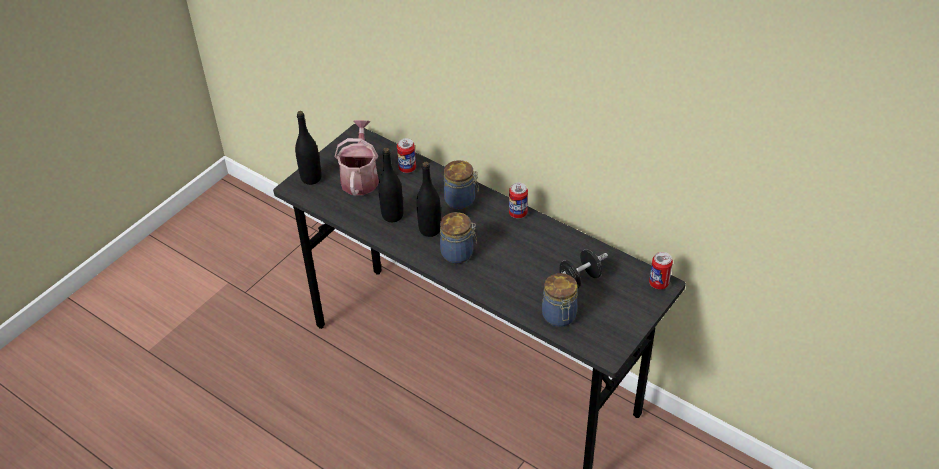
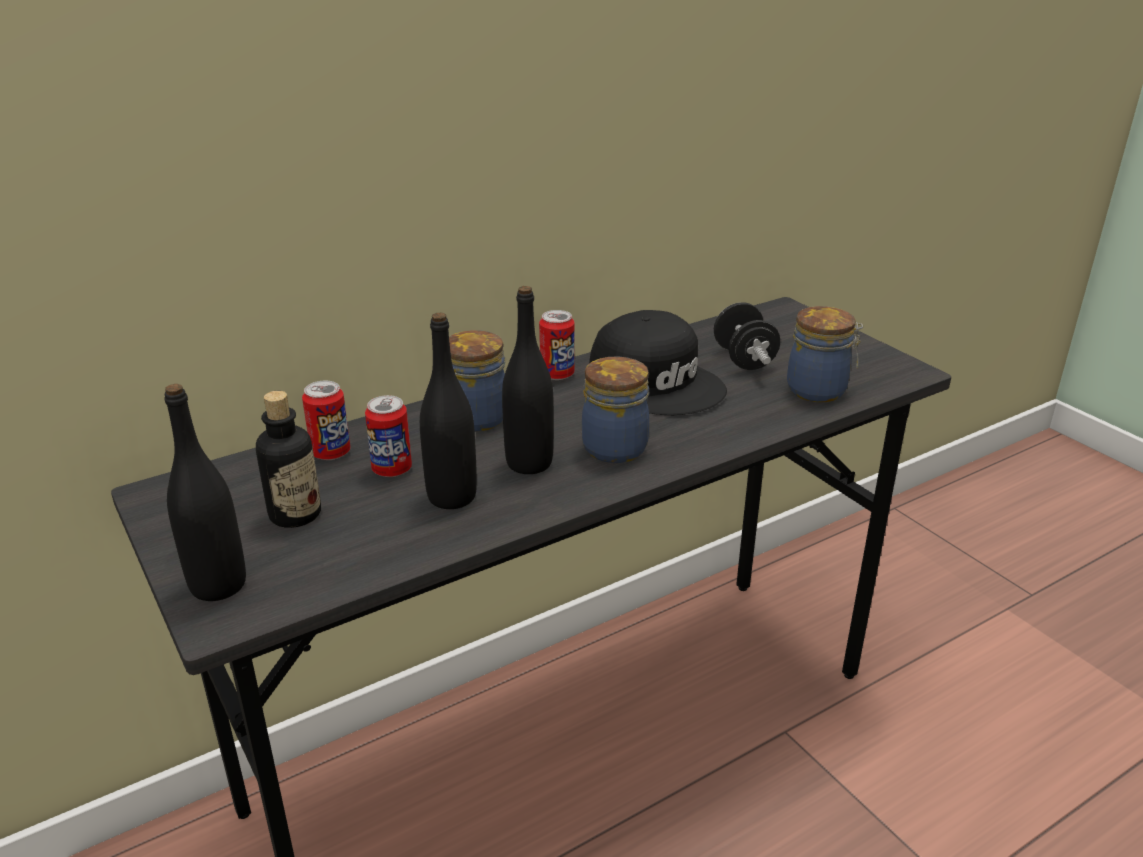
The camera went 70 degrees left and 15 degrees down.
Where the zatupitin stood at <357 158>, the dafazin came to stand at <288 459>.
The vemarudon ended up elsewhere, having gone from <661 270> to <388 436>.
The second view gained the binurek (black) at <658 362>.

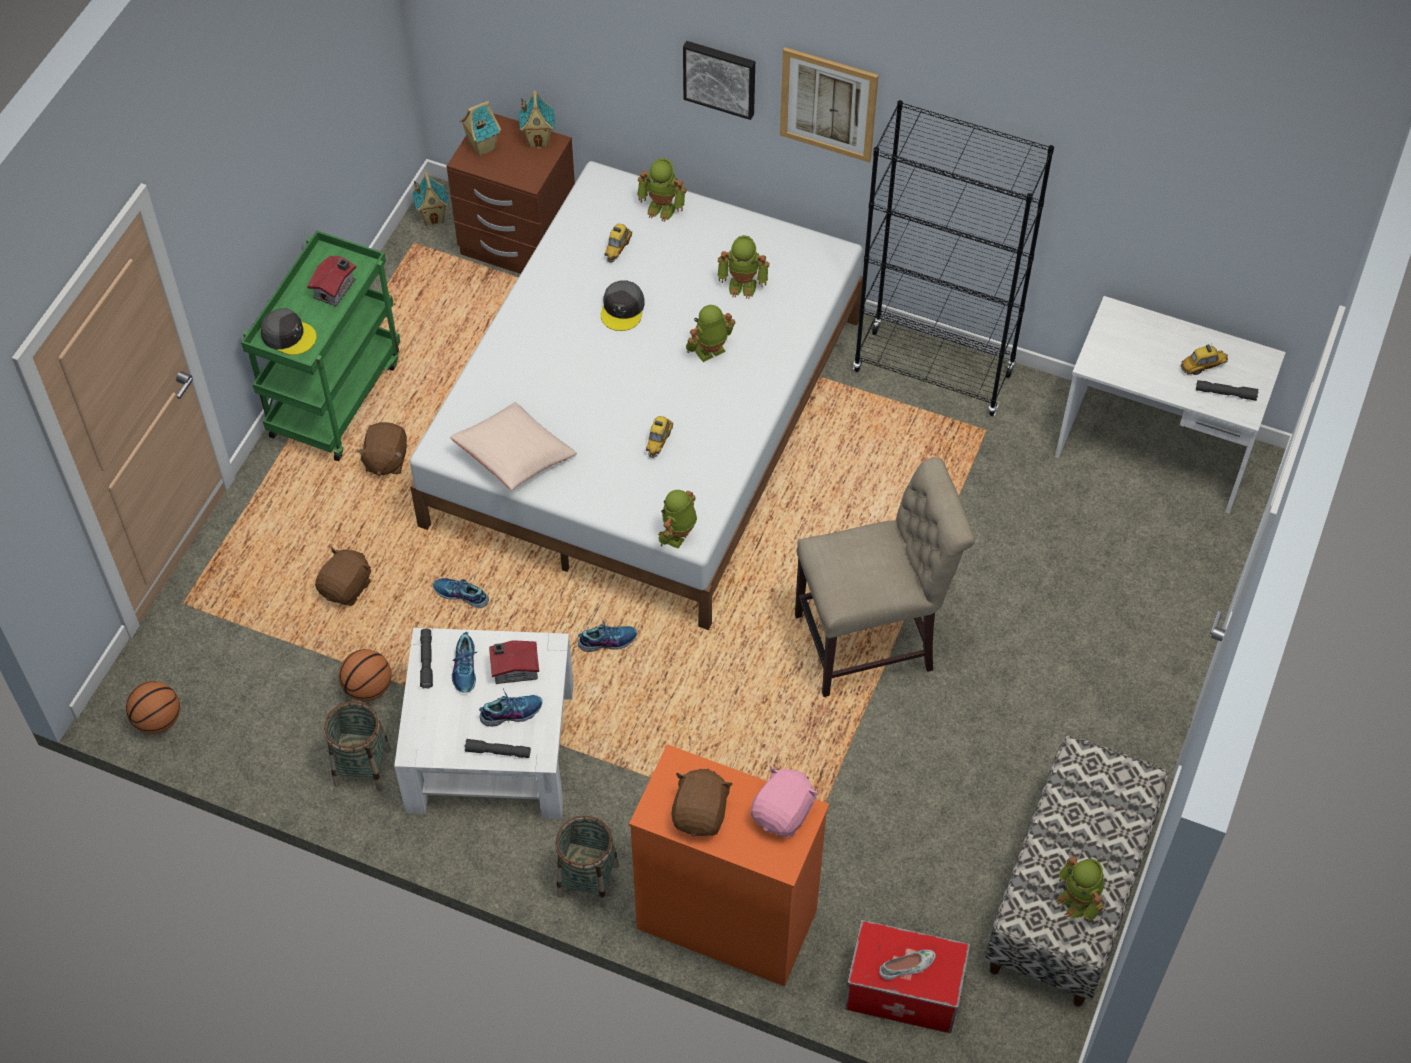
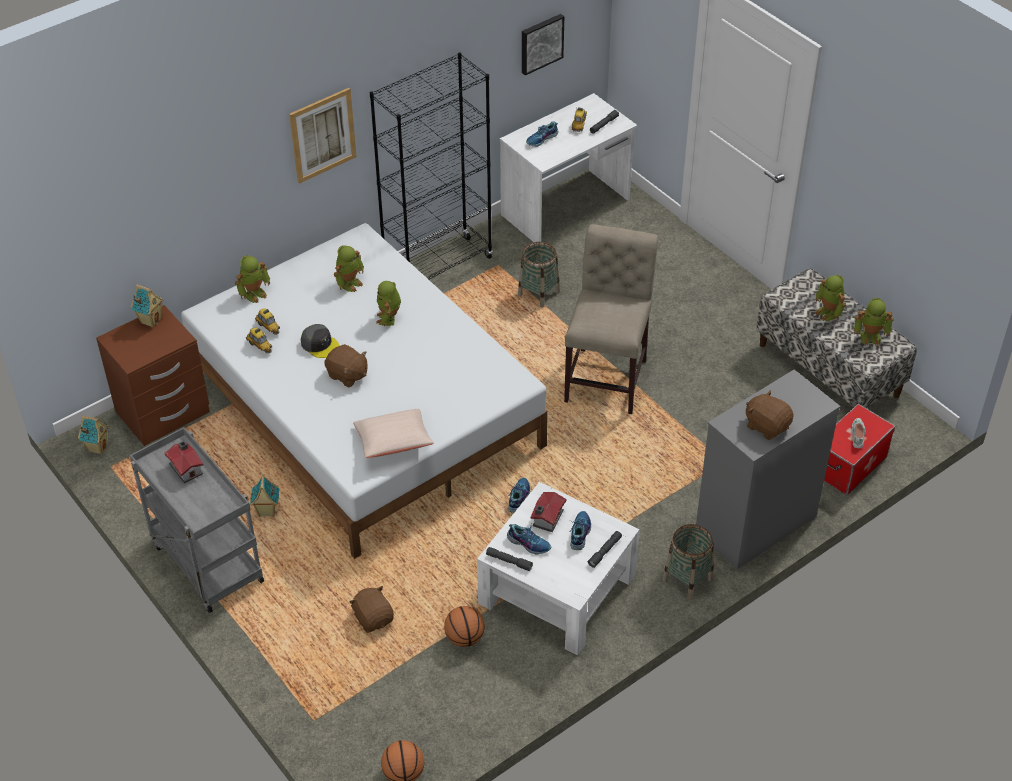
The camera went 60 degrees left and 10 degrees down.
What was the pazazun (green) at <320 345> turned into the pazazun (grey) at <197 520>.
The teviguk ended up elsewhere, having gone from <659 437> to <259 340>.
The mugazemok ended up elsewhere, having gone from <480 129> to <264 495>.
The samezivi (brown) ended up elsewhere, having gone from <382 449> to <345 365>.
The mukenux ended up elsewhere, having gone from <357 746> to <539 275>.
The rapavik ended up elsewhere, having gone from <719 80> to <543 44>.
The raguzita ended up elsewhere, having gone from <461 593> to <542 134>.
What was the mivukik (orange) at <729 865> turned into the mivukik (grey) at <768 469>.
The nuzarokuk ended up elsewhere, having gone from <677 519> to <830 298>.
The second view lost the binurek (grey) at <289 331>.
The second view lost the samezivi (pink) at <785 801>.

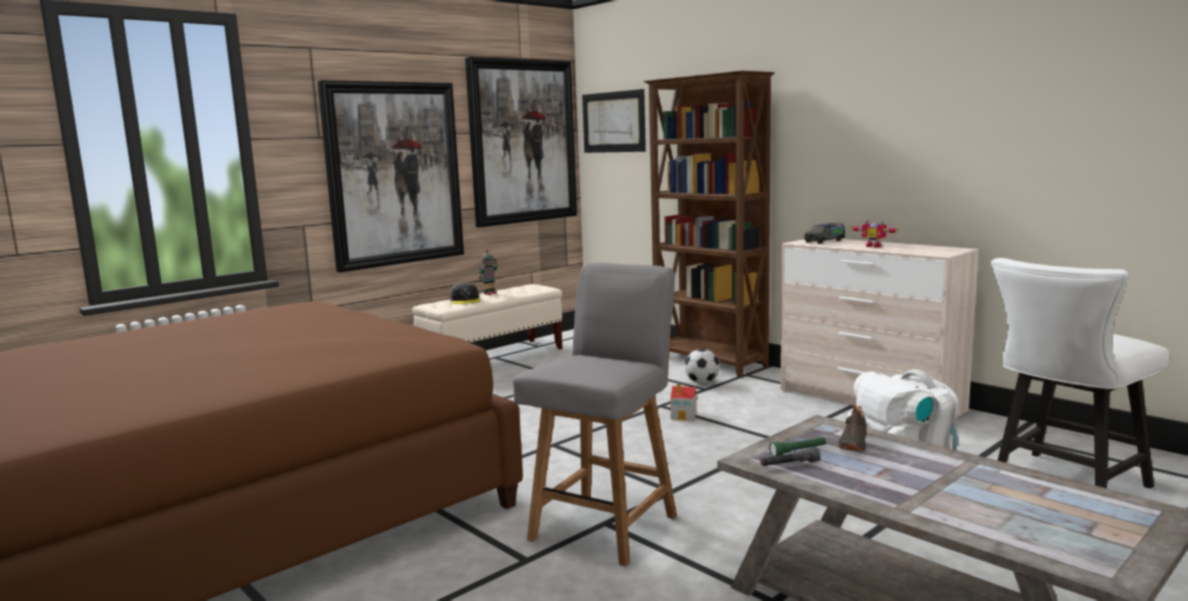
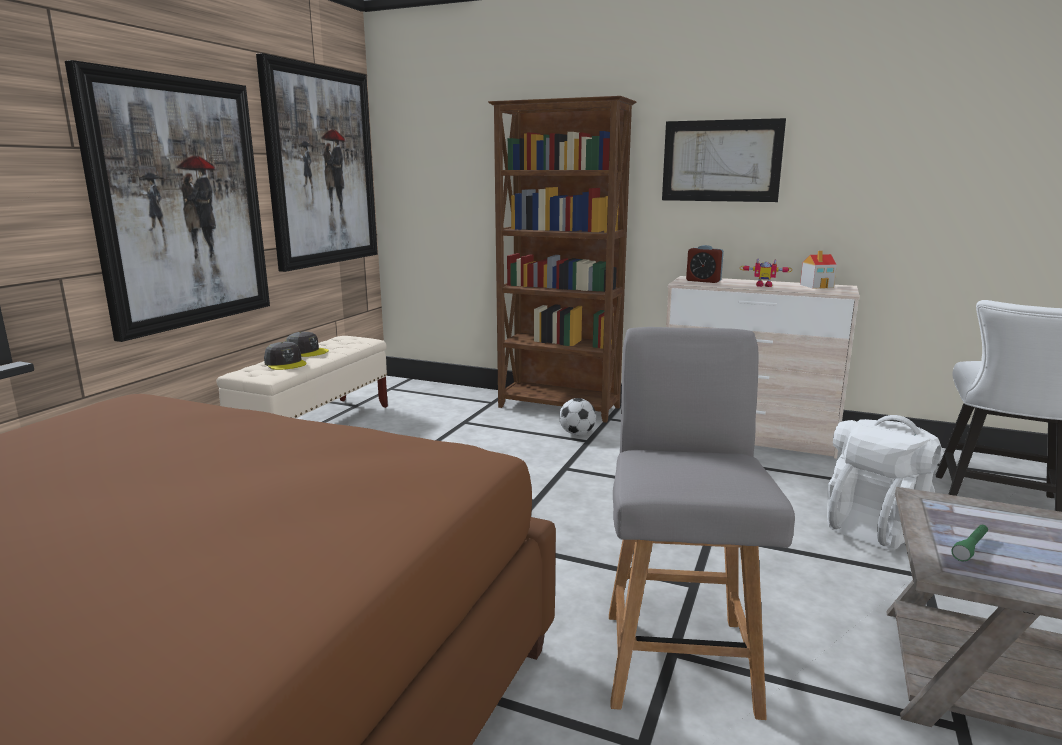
The camera went 25 degrees left and 5 degrees up.
Where the nuzarokuk stood at <488 272>, the binurek (grey) came to stand at <307 344>.
The rapavik ended up elsewhere, having gone from <614 121> to <724 160>.
Where the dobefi stood at <824 233>, the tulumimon came to stand at <705 264>.
The mugazemok ended up elsewhere, having gone from <683 402> to <818 269>.
The second view lost the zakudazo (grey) at <790 456>.
The second view lost the raguzita (black) at <853 428>.

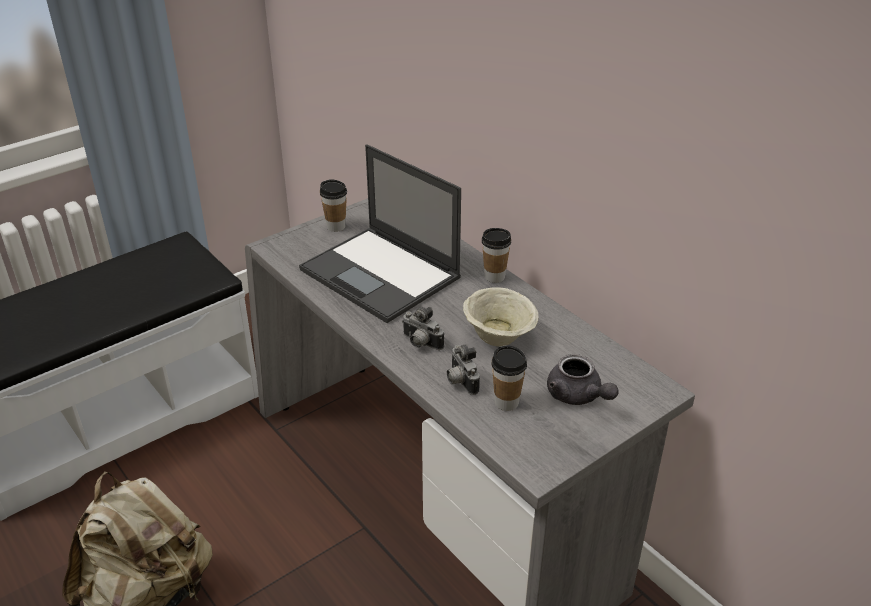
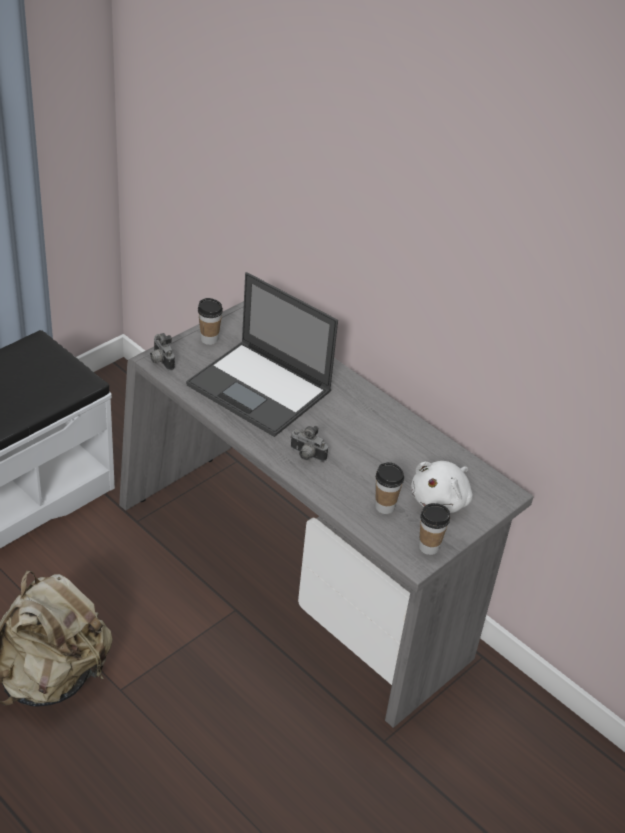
The camera went 10 degrees left and 5 degrees up.
The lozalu ended up elsewhere, having gone from <463 369> to <162 352>.
Where the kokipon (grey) stood at <583 379>, the samezivi (white) came to stand at <442 487>.
The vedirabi ended up elsewhere, having gone from <496 255> to <434 529>.
The second view lost the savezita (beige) at <501 317>.

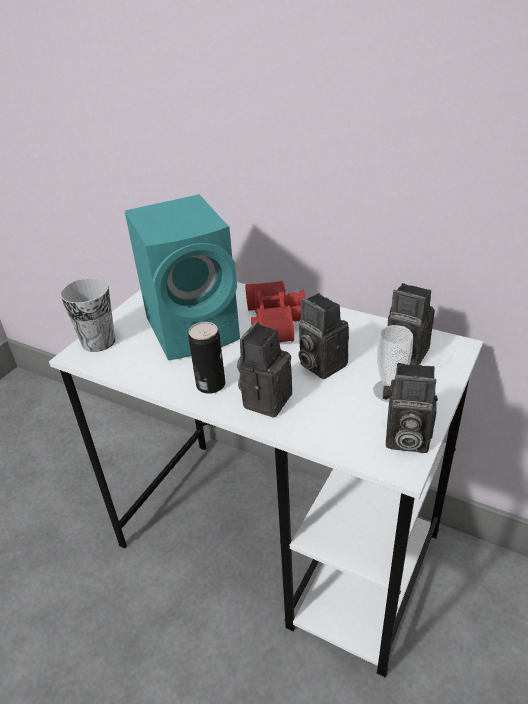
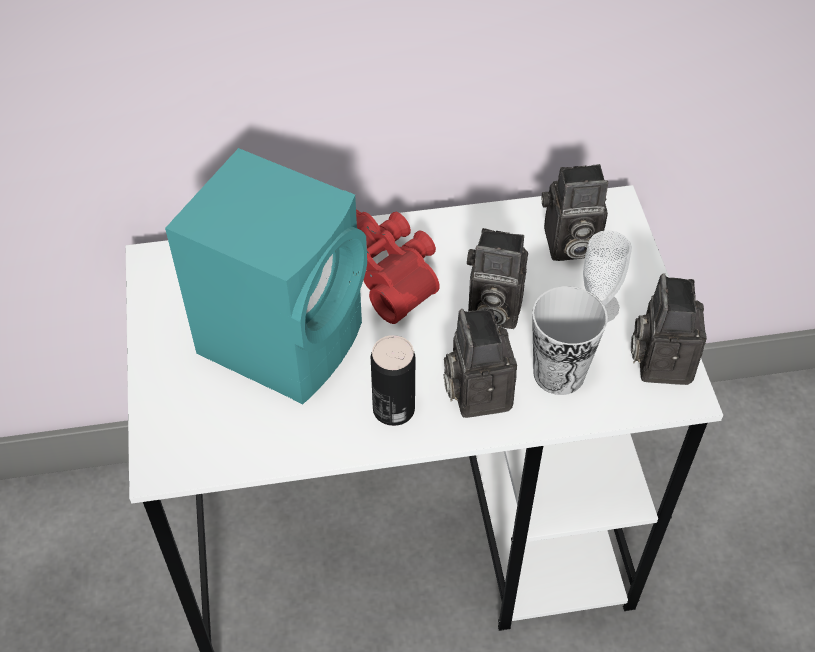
The camera went 40 degrees left and 15 degrees up.
The vedirabi ended up elsewhere, having gone from <87 315> to <570 340>.
The lozalu at <410 408> ended up facing another way, 120 degrees clockwise from before.

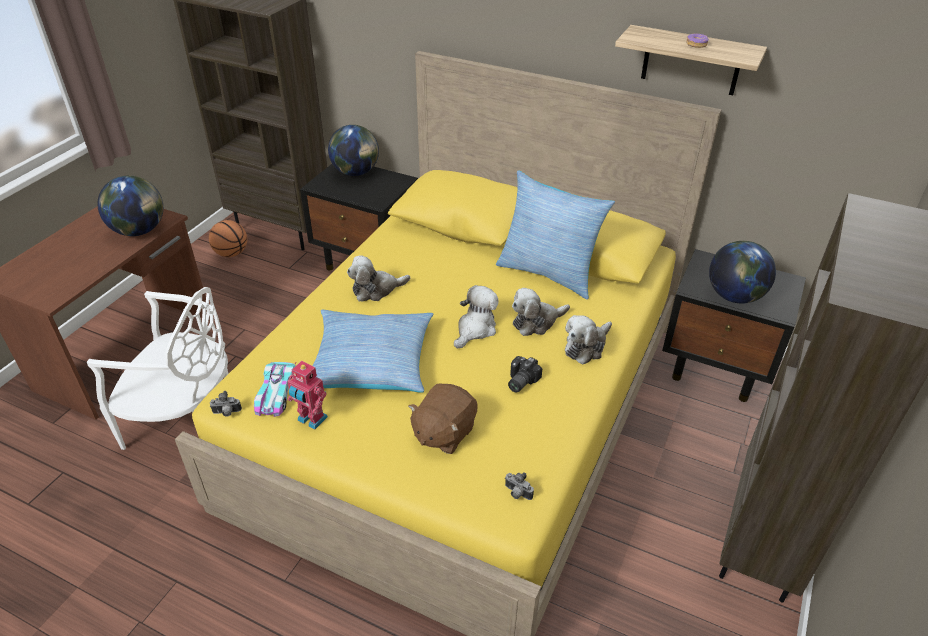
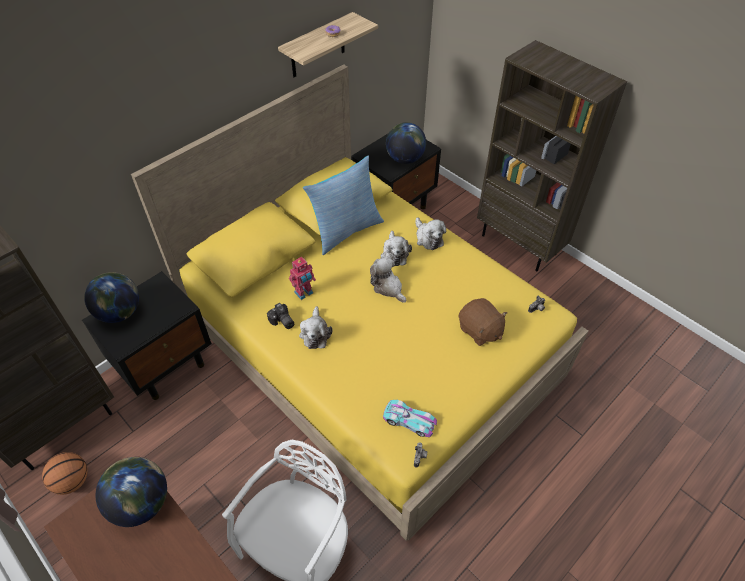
The camera went 70 degrees left and 10 degrees up.
The lozalu ended up elsewhere, having gone from <525 374> to <280 316>.
The nuzarokuk ended up elsewhere, having gone from <307 395> to <302 278>.
The second view lost the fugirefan at <373 351>.

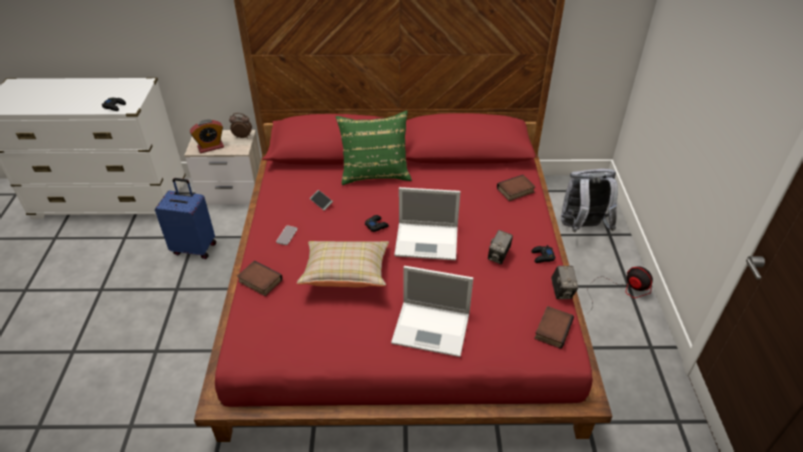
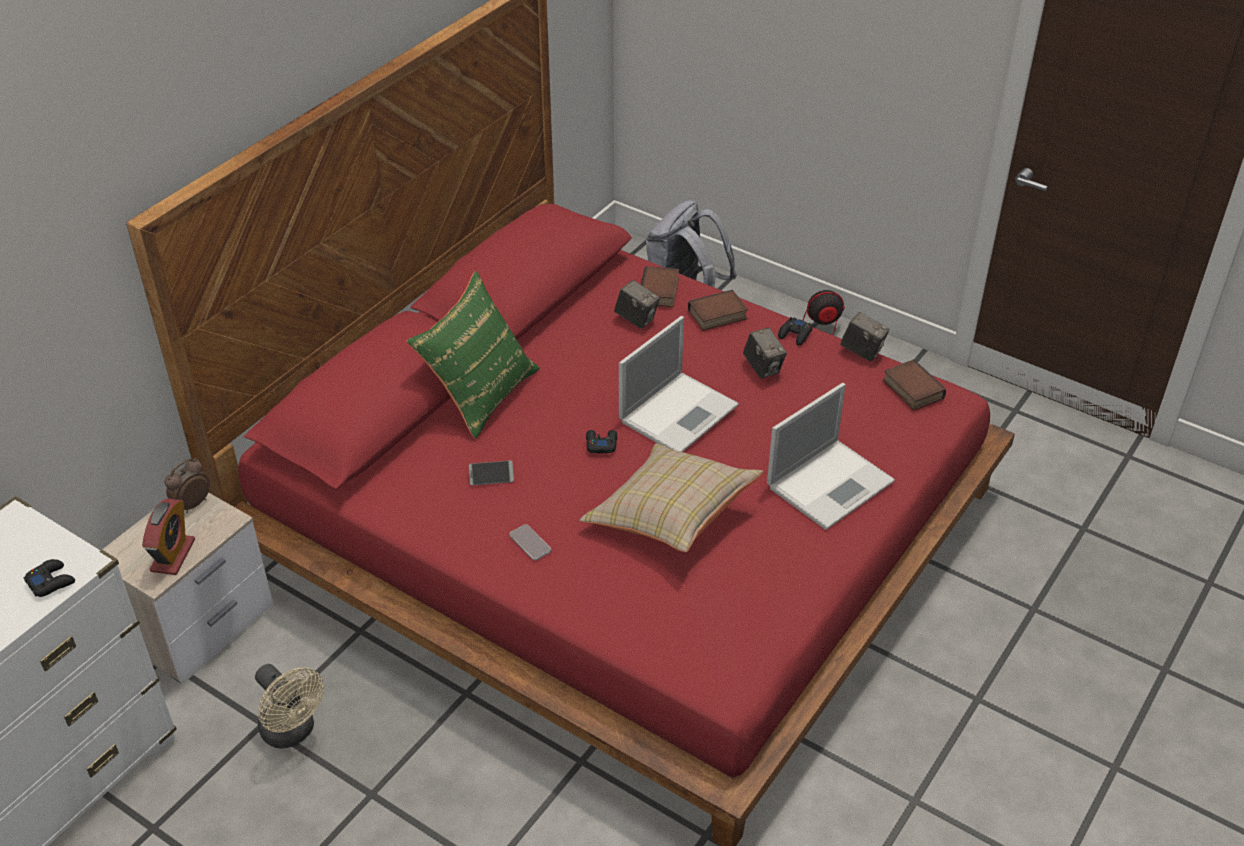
The camera went 55 degrees left and 0 degrees up.
Where the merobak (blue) stood at <185 218>, the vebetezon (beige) came to stand at <289 706>.
The second view gained the lozalu at <637 304>.
The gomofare ended up elsewhere, having gone from <259 278> to <718 310>.

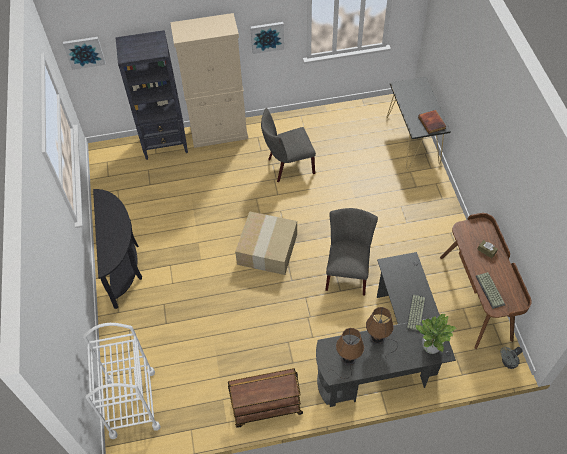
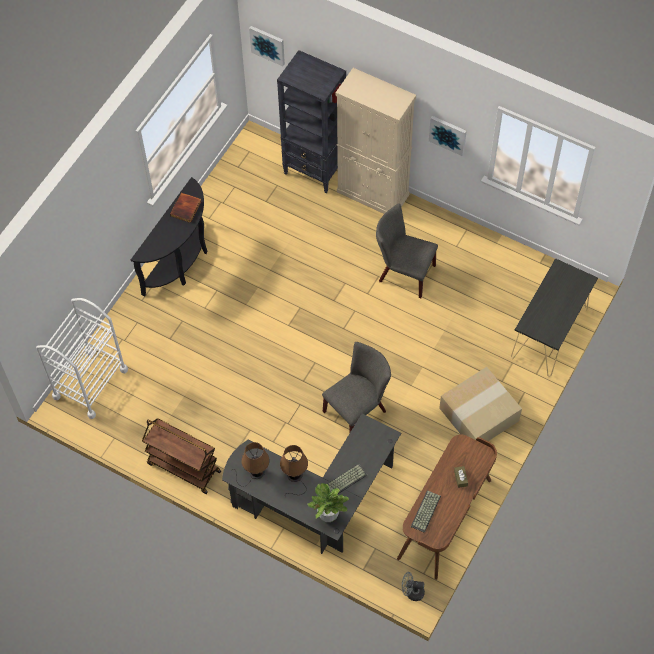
The camera went 40 degrees right and 5 degrees up.
The gomofare ended up elsewhere, having gone from <432 122> to <186 208>.
The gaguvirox ended up elsewhere, having gone from <266 243> to <480 404>.

